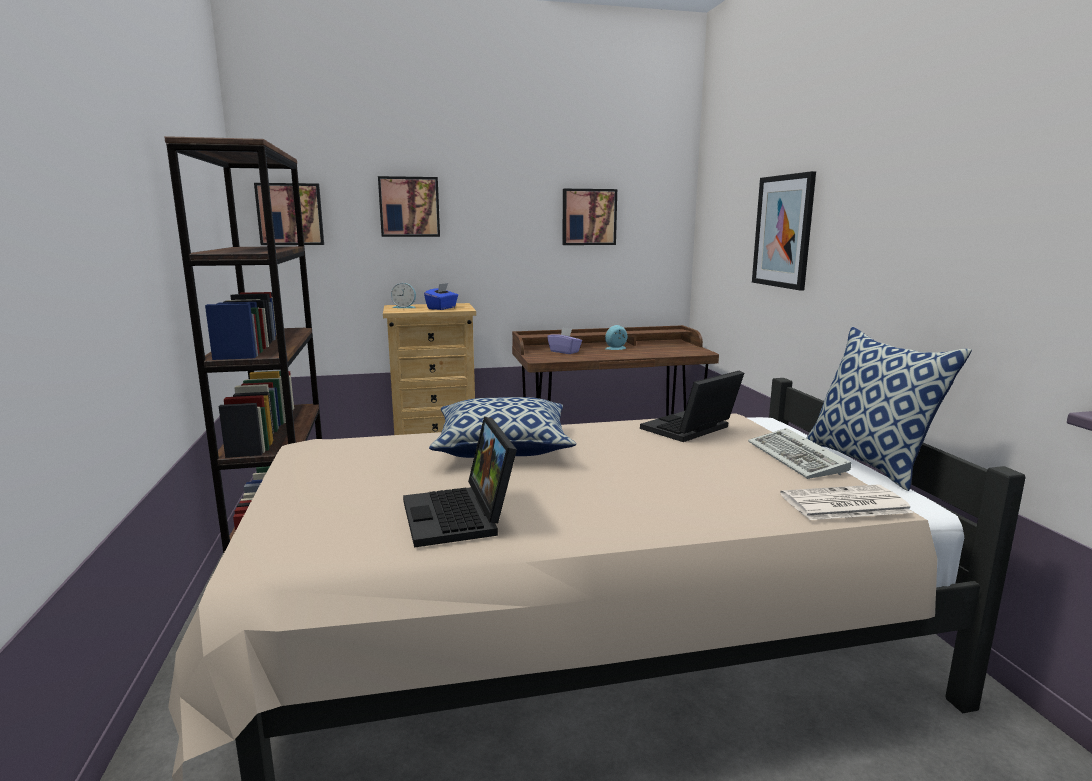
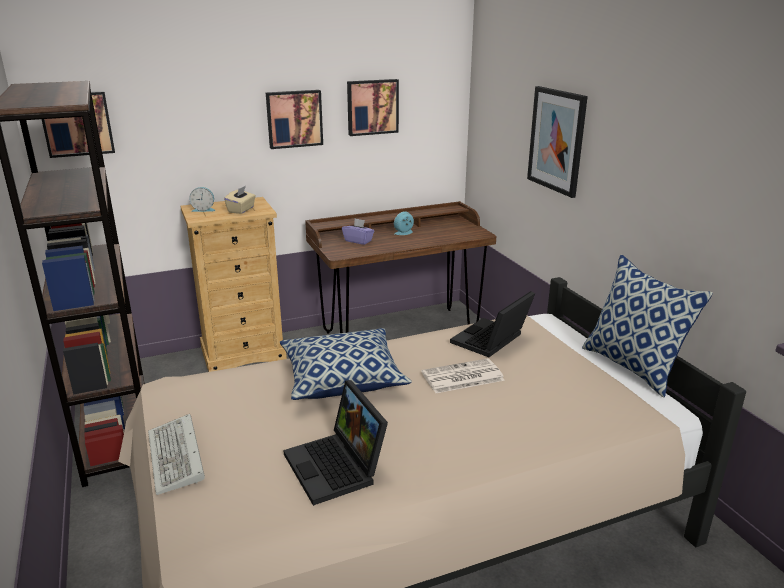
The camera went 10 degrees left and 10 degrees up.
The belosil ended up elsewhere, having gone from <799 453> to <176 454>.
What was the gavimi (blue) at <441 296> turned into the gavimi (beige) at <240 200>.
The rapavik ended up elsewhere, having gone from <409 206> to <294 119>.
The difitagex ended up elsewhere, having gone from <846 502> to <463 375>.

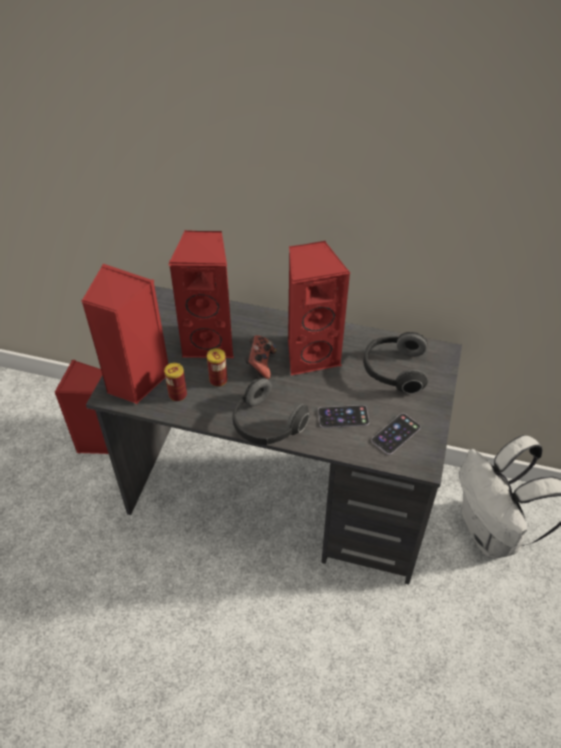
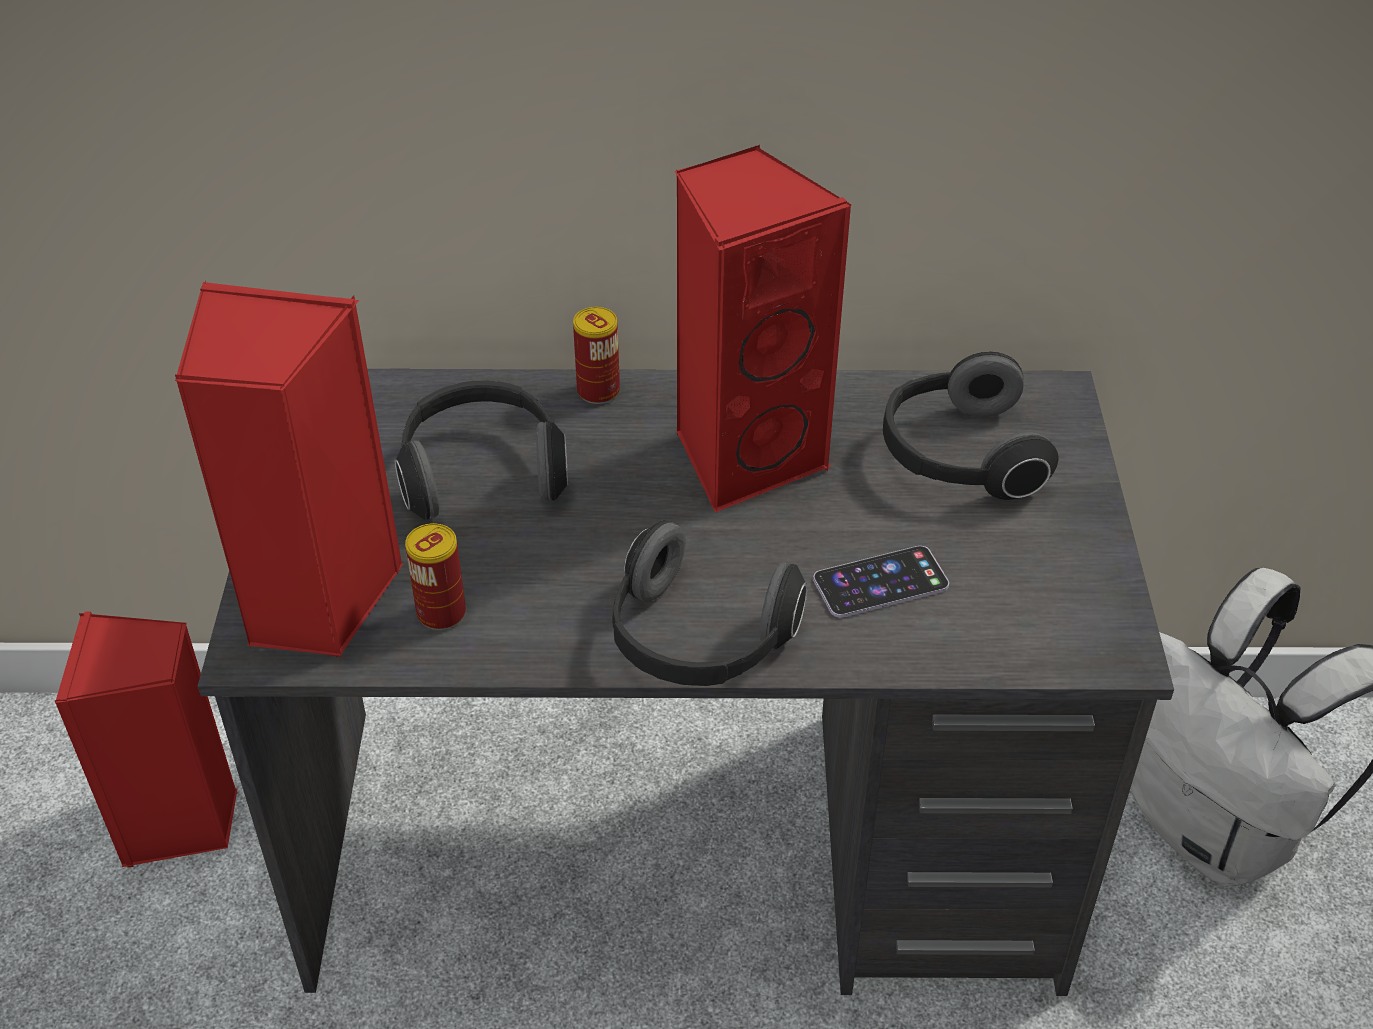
The camera went 15 degrees left and 5 degrees down.
Where the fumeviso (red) stood at <201 294>, the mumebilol came to stand at <481 450>.
The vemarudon ended up elsewhere, having gone from <217 367> to <596 355>.
The second view lost the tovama at <261 357>.
The second view lost the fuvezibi at <396 434>.

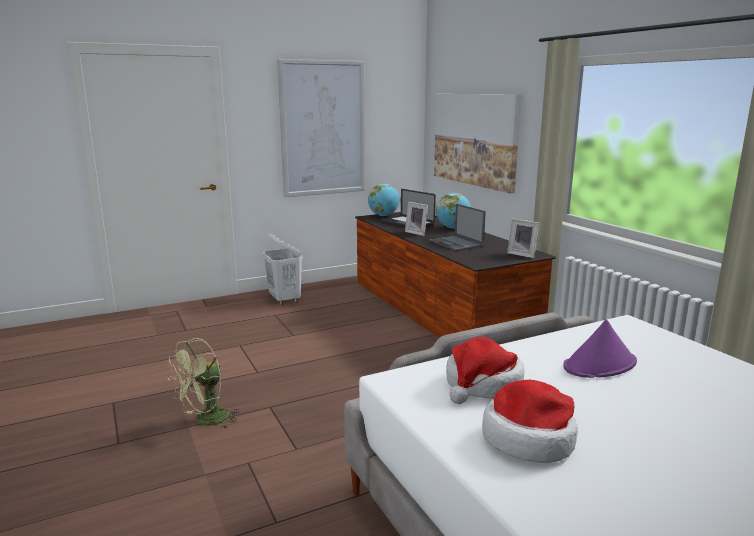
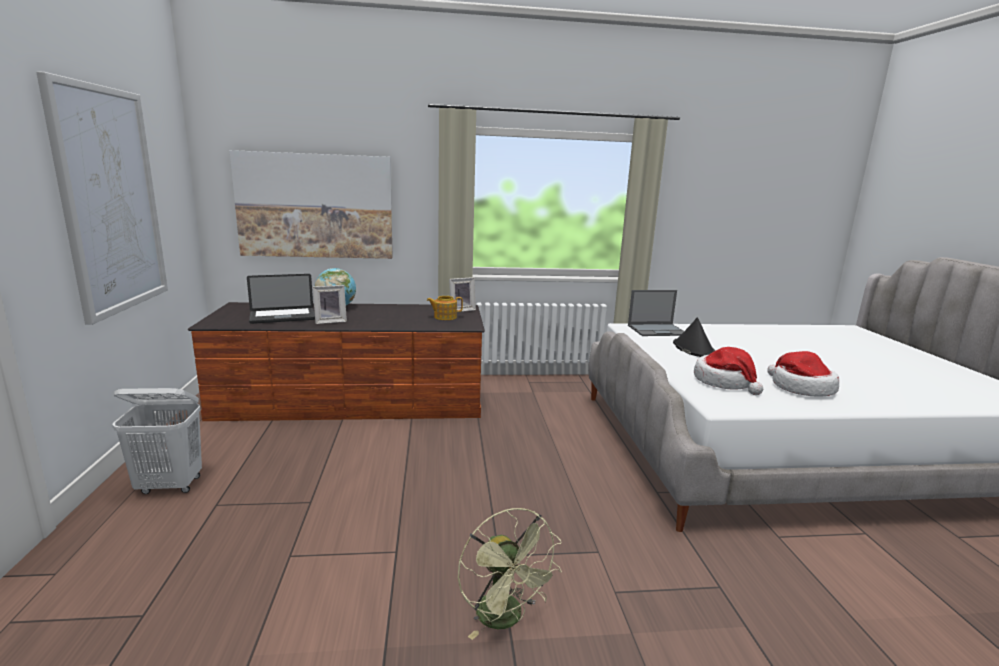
The camera went 70 degrees left and 0 degrees up.
The second view gained the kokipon at <445 308>.
The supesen ended up elsewhere, having gone from <457 227> to <656 313>.
What was the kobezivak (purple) at <600 349> turned into the kobezivak (black) at <694 337>.
The second view lost the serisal at <384 200>.

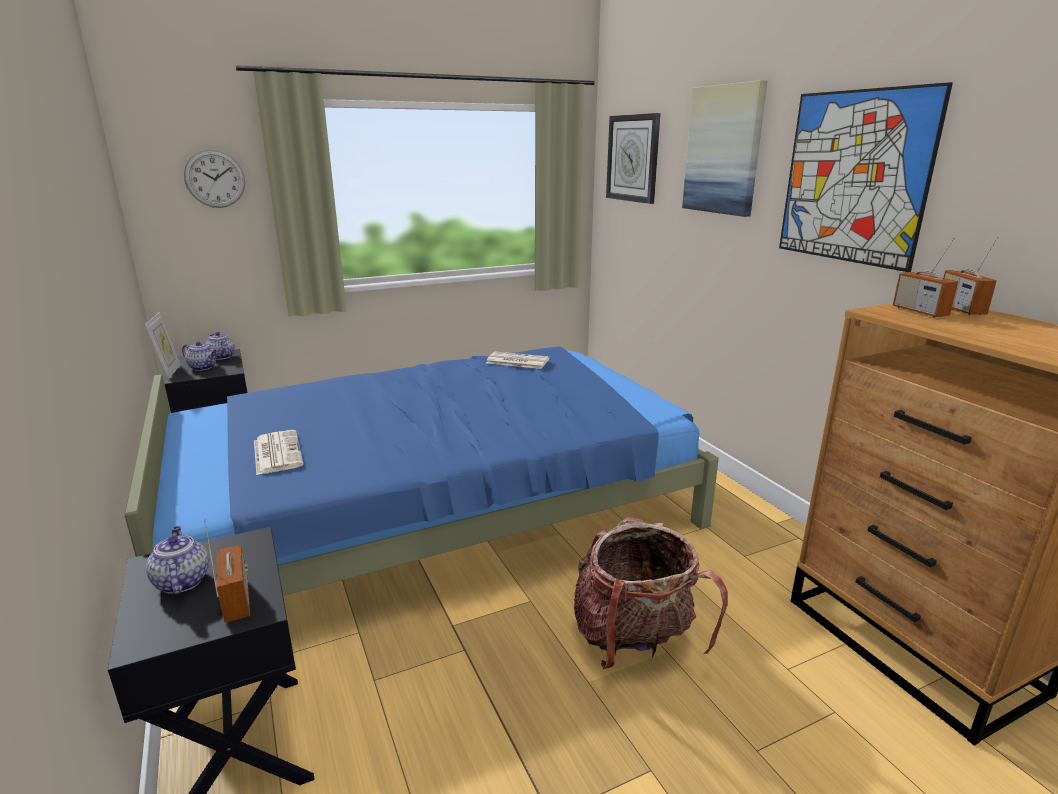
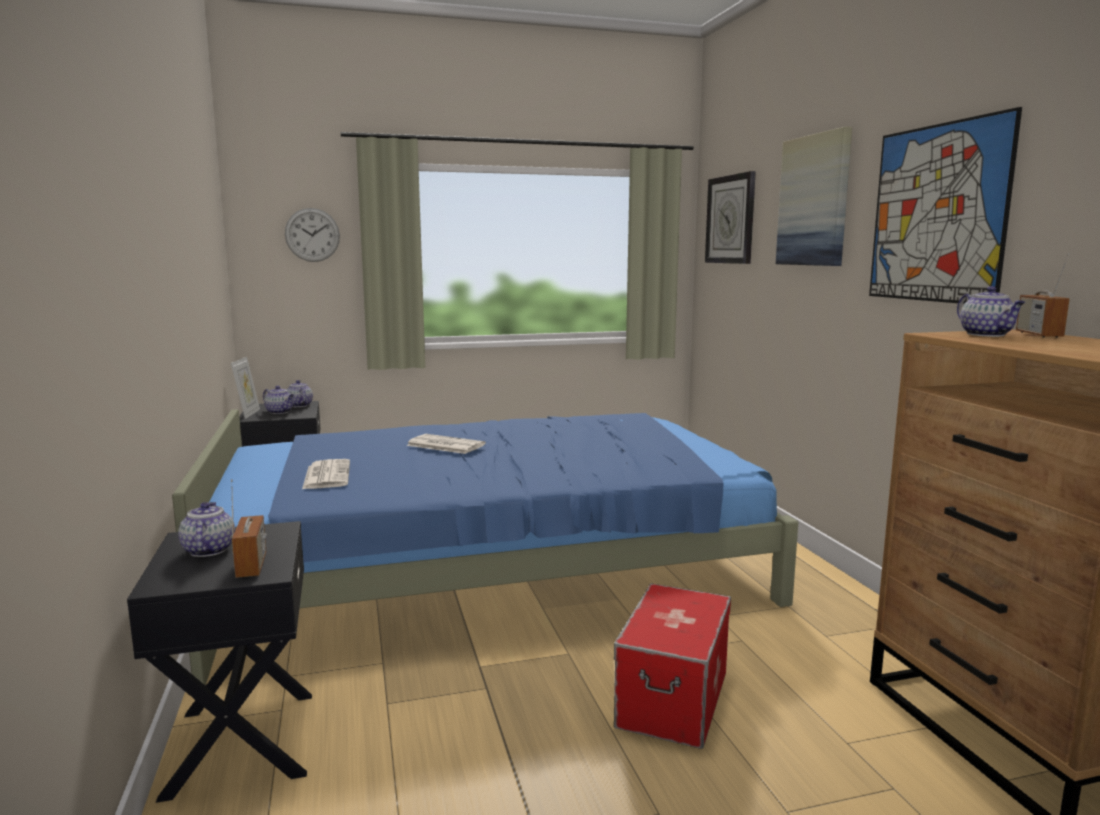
The camera went 10 degrees right and 10 degrees down.
The difitagex ended up elsewhere, having gone from <518 360> to <446 444>.
Where the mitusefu stood at <651 593>, the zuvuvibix came to stand at <672 666>.
Where the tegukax stood at <925 277>, the kokipon came to stand at <991 311>.

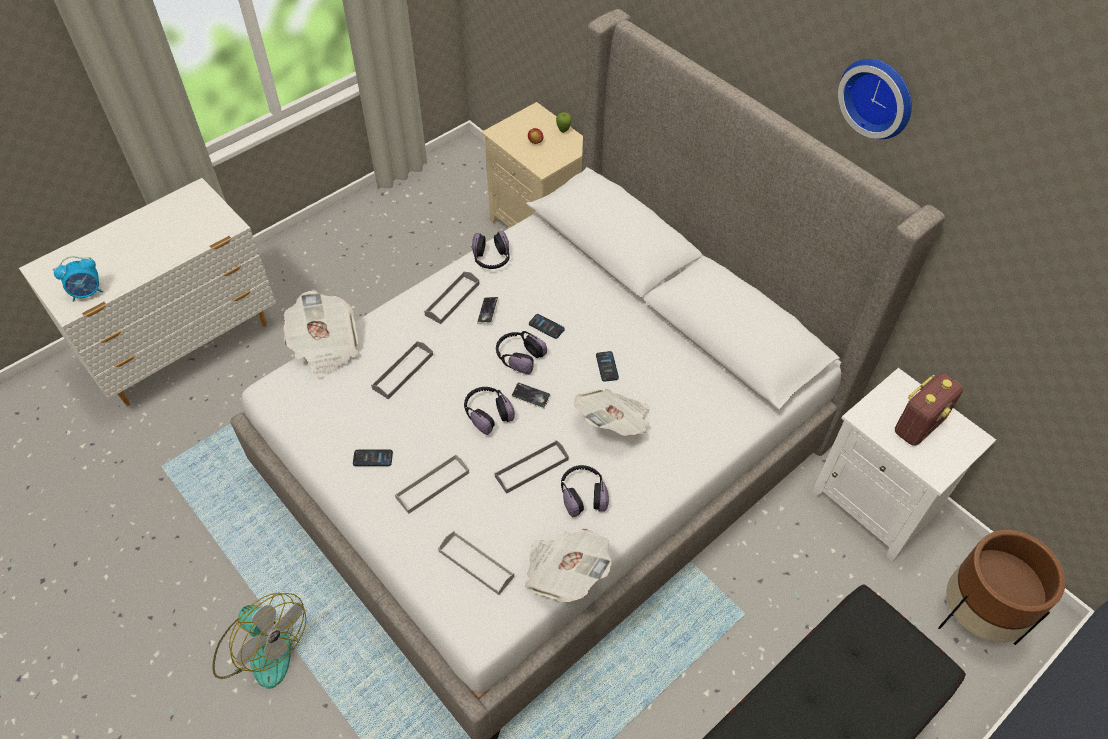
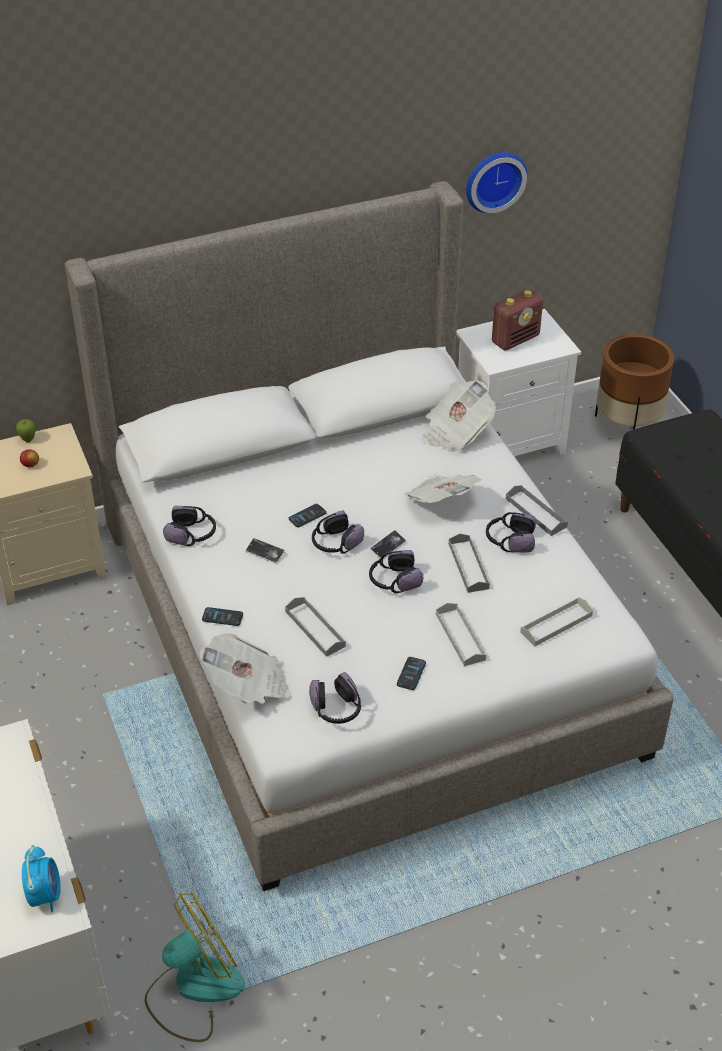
The camera went 70 degrees left and 10 degrees down.
The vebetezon ended up elsewhere, having gone from <259 641> to <194 967>.
The fuvezibi ended up elsewhere, having gone from <607 366> to <222 616>.
The second view gained the mumebilol at <335 698>.
The difitagex ended up elsewhere, having gone from <568 566> to <459 415>.
The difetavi ended up elsewhere, having gone from <875 99> to <496 182>.
The tegukax at <929 409> ended up facing another way, 75 degrees clockwise from before.
The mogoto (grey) ended up elsewhere, having gone from <452 298> to <537 510>.

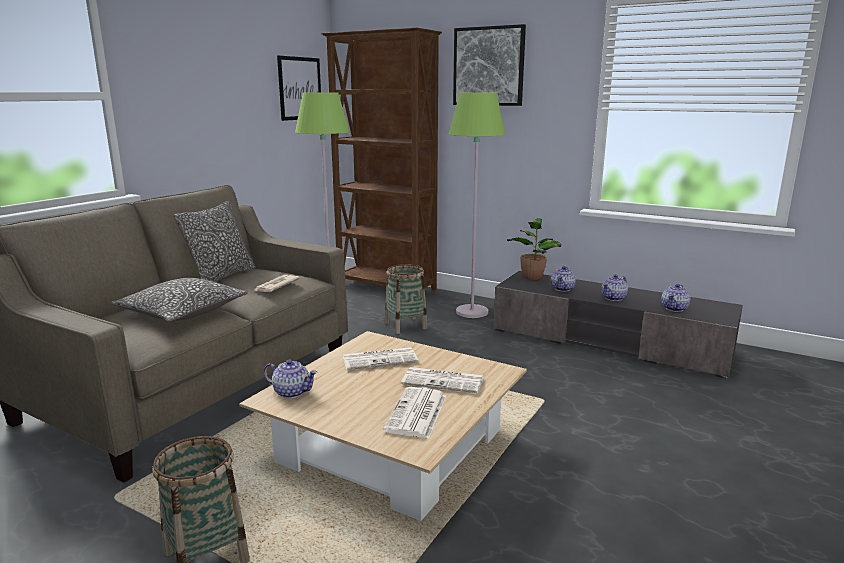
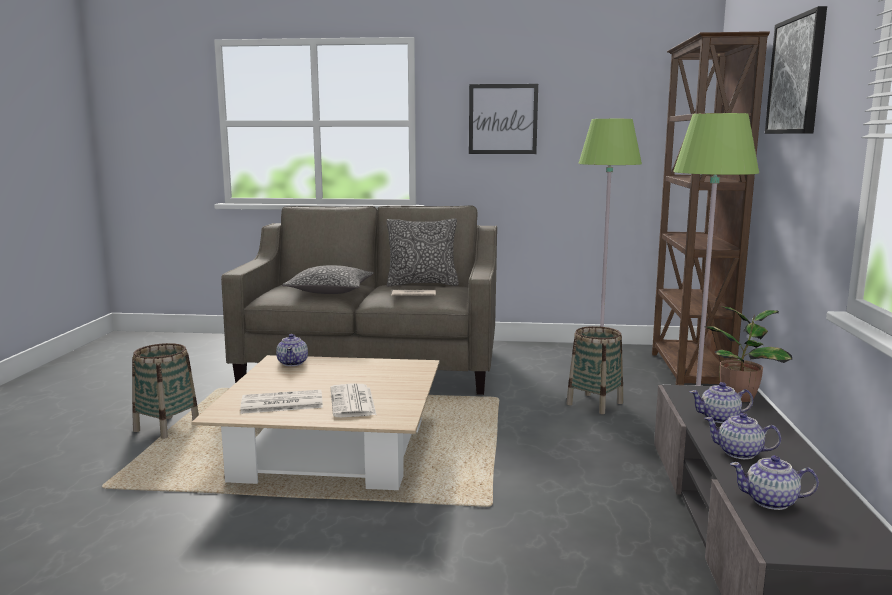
The camera went 65 degrees right and 5 degrees down.
The rapavik ended up elsewhere, having gone from <299 88> to <503 119>.
The second view lost the difitagex at <380 358>.

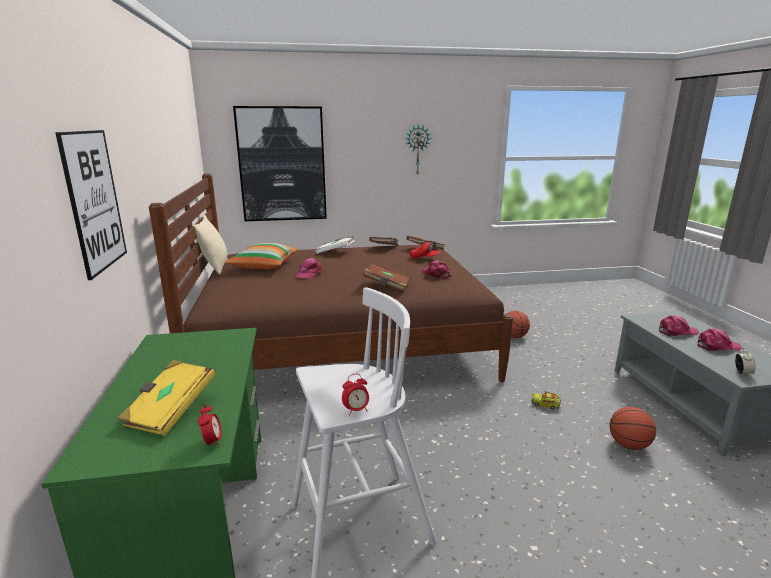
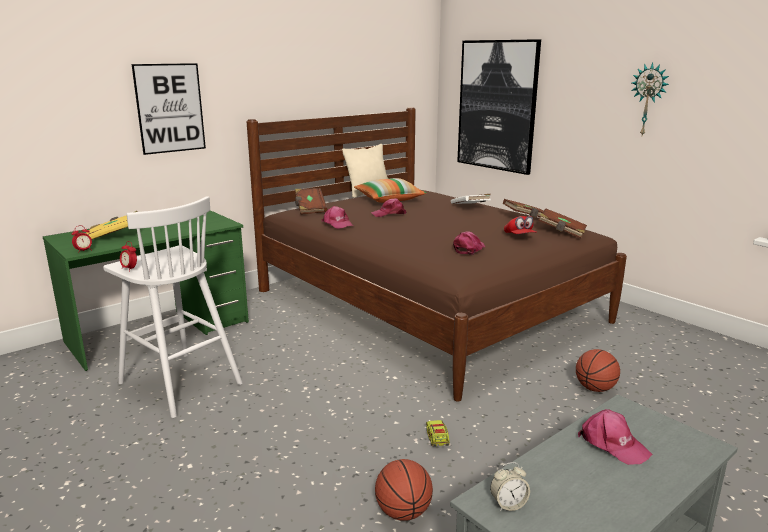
The camera went 60 degrees right and 0 degrees up.
The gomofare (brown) ended up elsewhere, having gone from <387 277> to <311 201>.
The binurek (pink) ended up elsewhere, having gone from <719 340> to <338 217>.

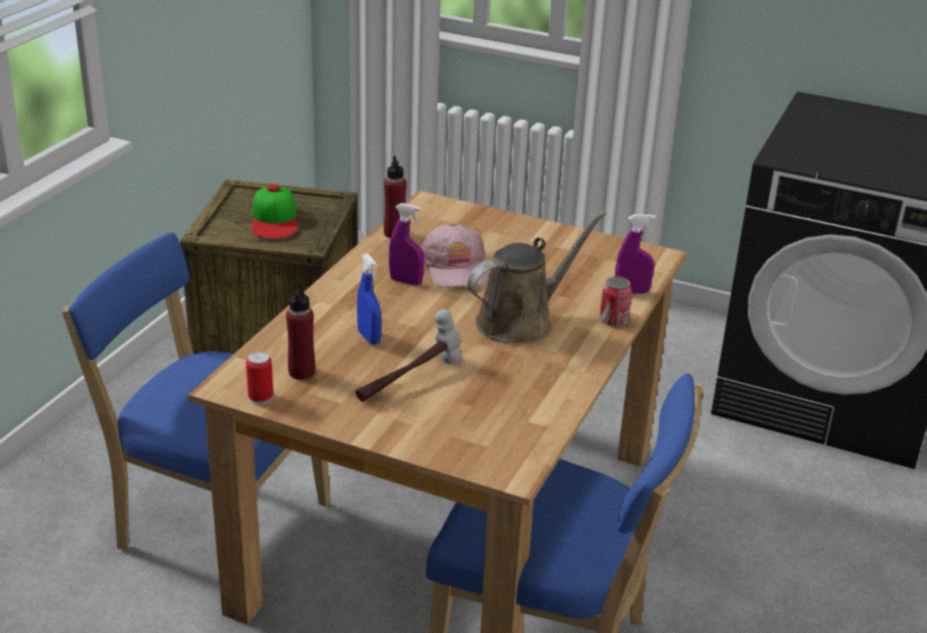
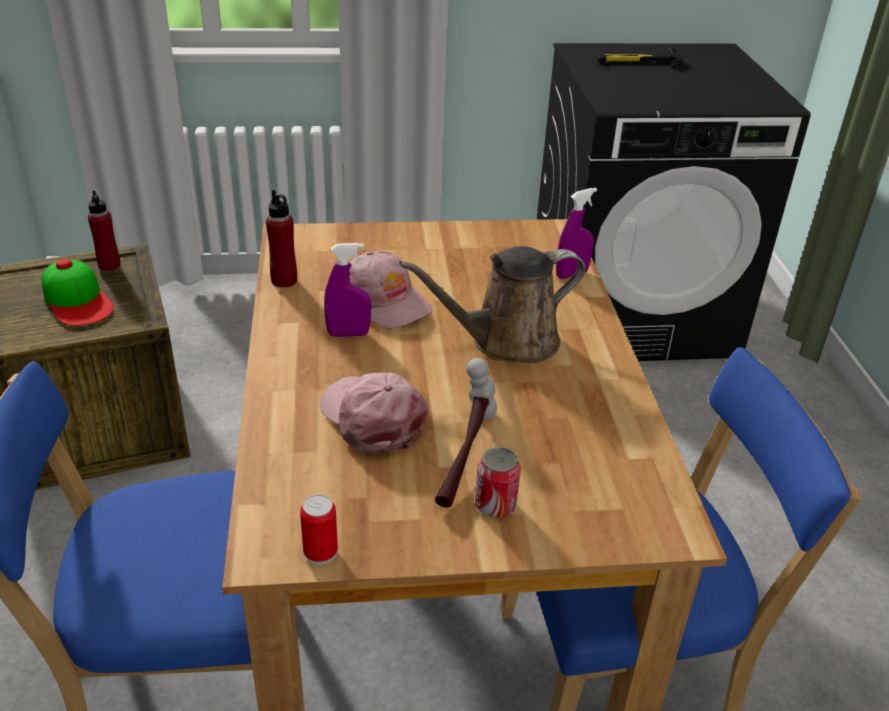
The camera went 30 degrees left and 5 degrees up.
The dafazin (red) ended up elsewhere, having gone from <300 331> to <104 230>.
Where the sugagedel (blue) stood at <369 299>, the binurek (pink) came to stand at <374 413>.
The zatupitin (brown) at <536 277> ended up facing another way, 135 degrees counterclockwise from before.
The vemarudon ended up elsewhere, having gone from <616 301> to <498 482>.
The second view gained the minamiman at <640 58>.

